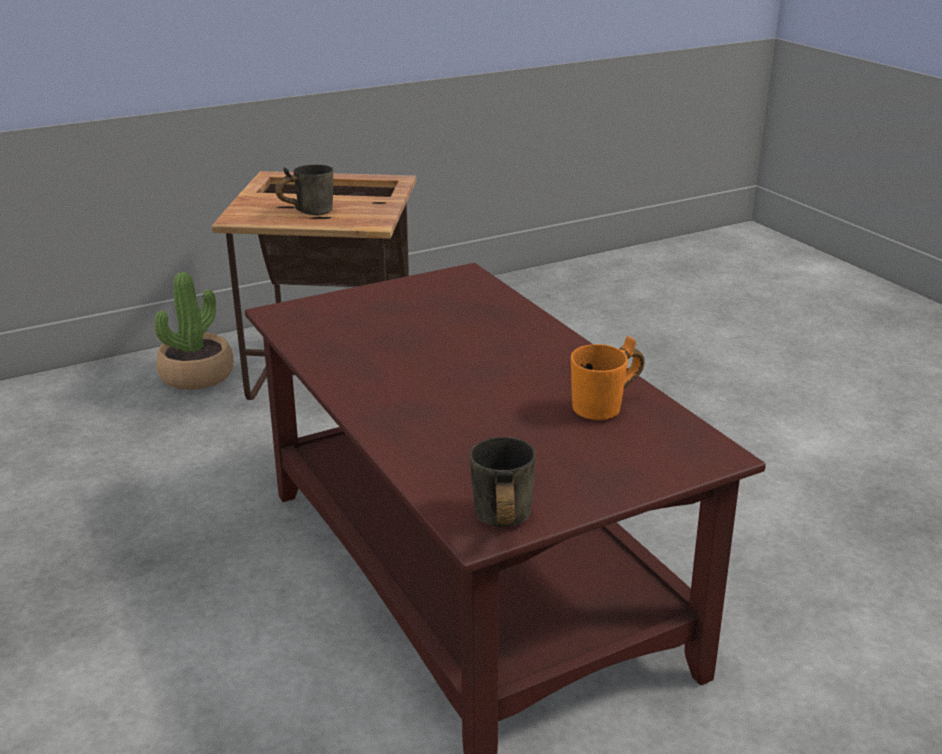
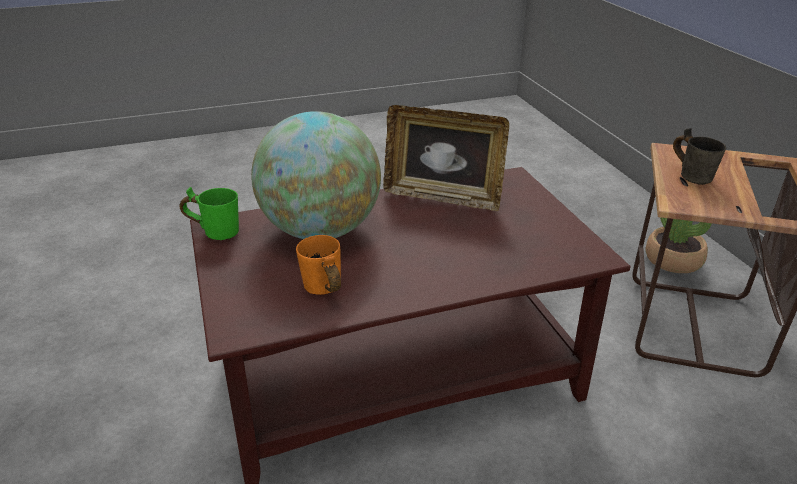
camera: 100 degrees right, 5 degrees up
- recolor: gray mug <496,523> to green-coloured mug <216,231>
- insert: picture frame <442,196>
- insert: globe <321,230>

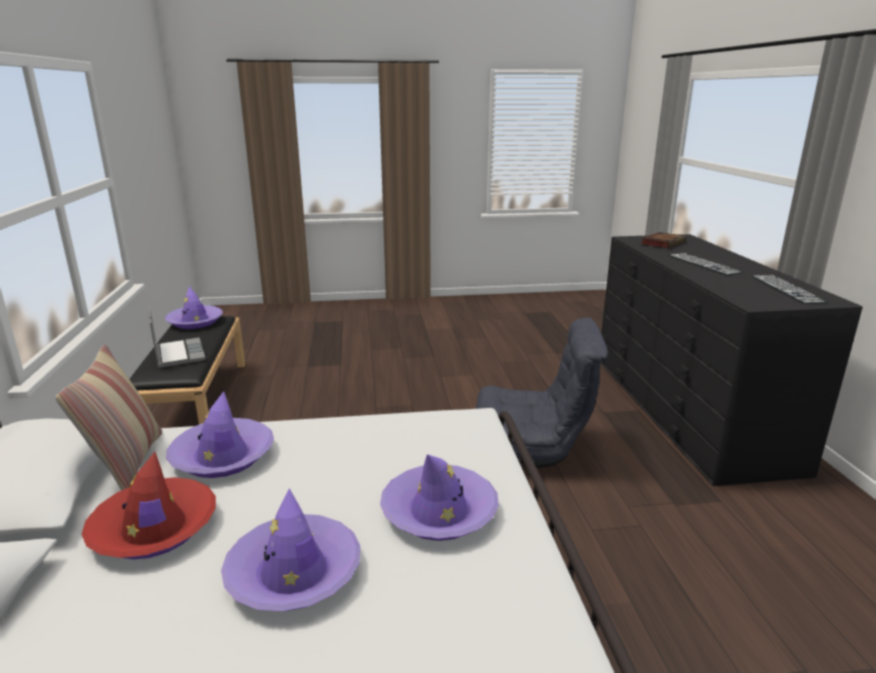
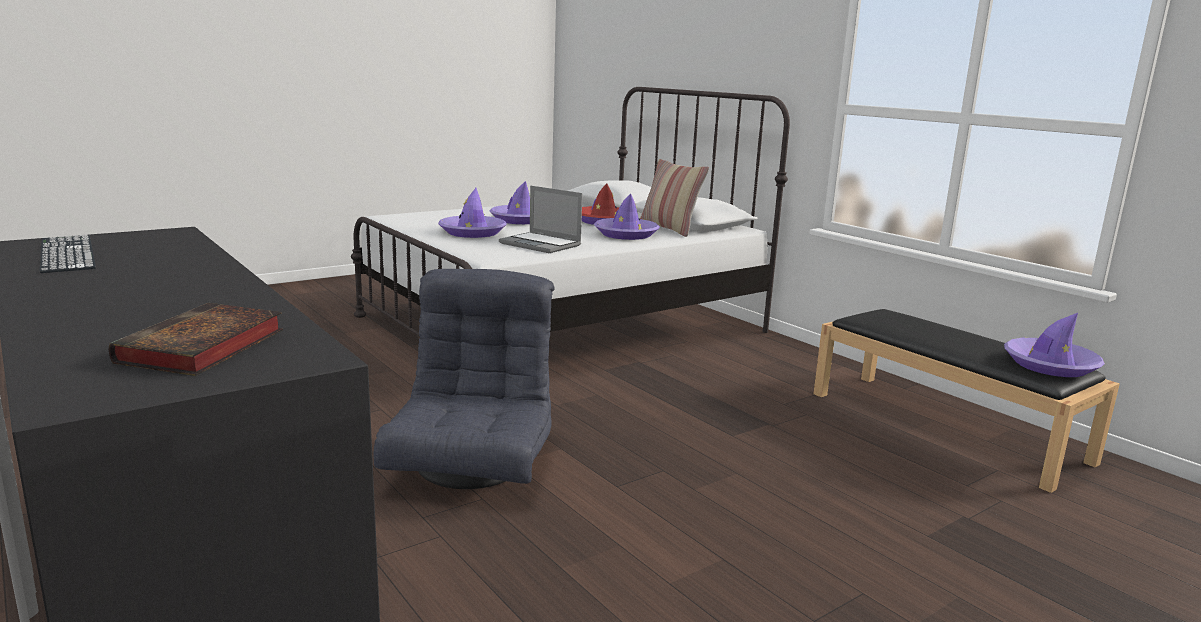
camera: 150 degrees right, 5 degrees down
- delete: computer keyboard <704,264>
- move: laptop <178,354> to <541,244>
- rotate: gray easy chair <531,449> = <473,465> 120 degrees clockwise

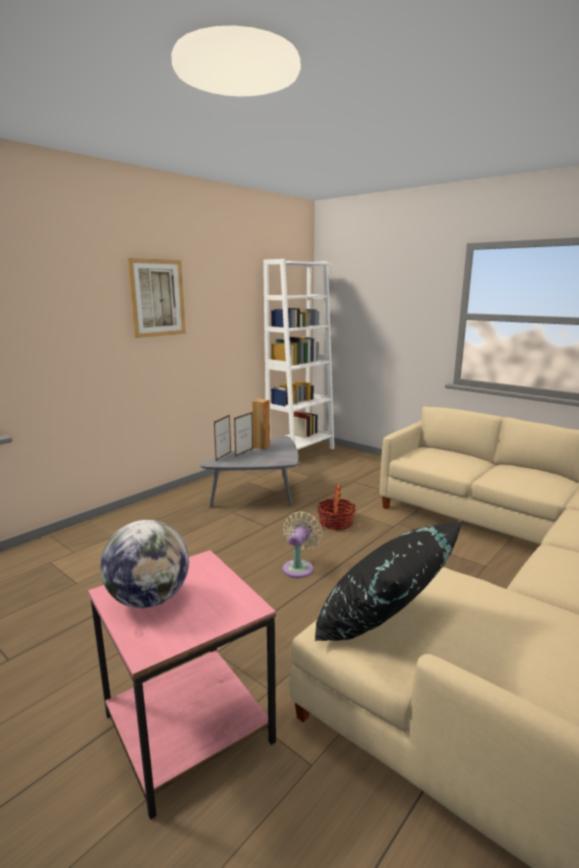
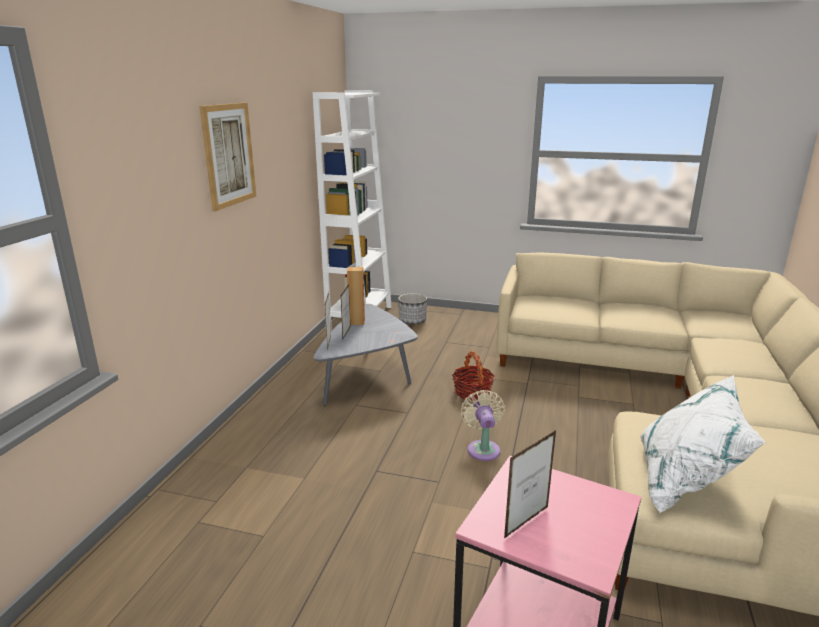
camera: 25 degrees left, 5 degrees up
- replace: globe <149,599> to picture frame <526,522>
- recolor: blackish pillow <384,625> to white pillow <684,481>
- insert: plant pot <412,321>

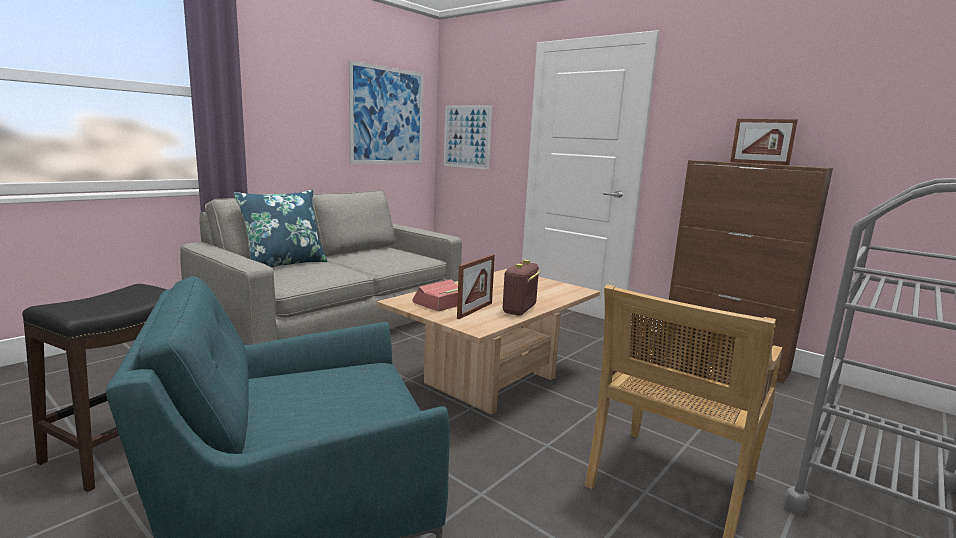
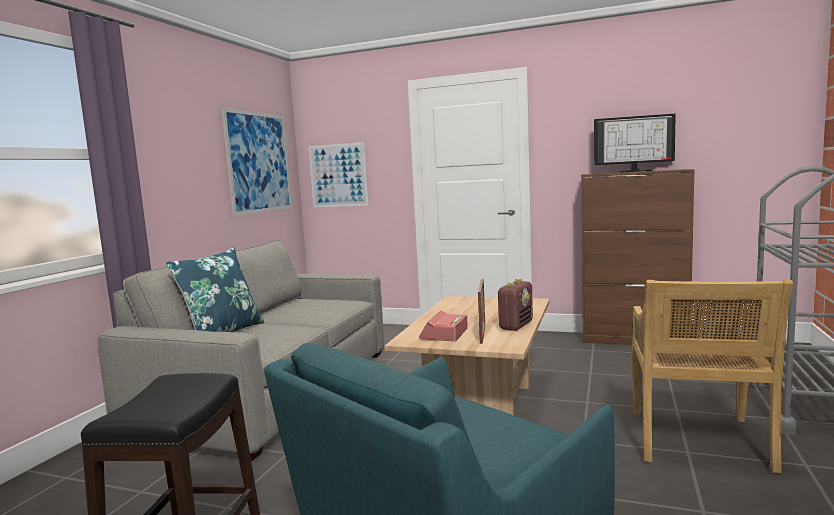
camera: 20 degrees left, 5 degrees down
- replace: picture frame <759,163> to computer display <635,171>
- rotate: radio set <519,310> = <516,325> 150 degrees counterclockwise

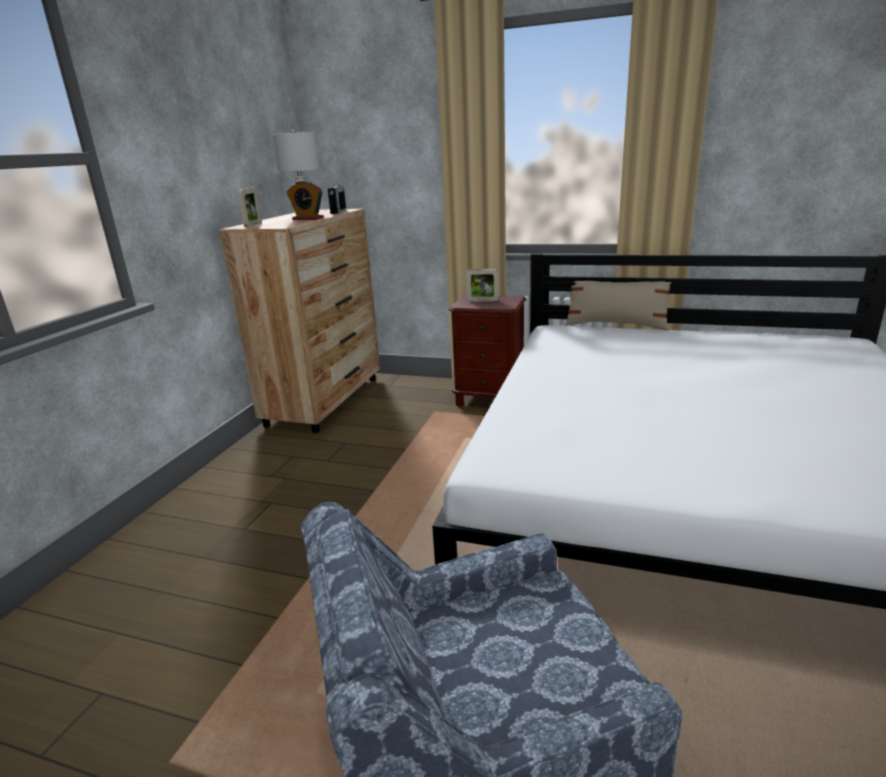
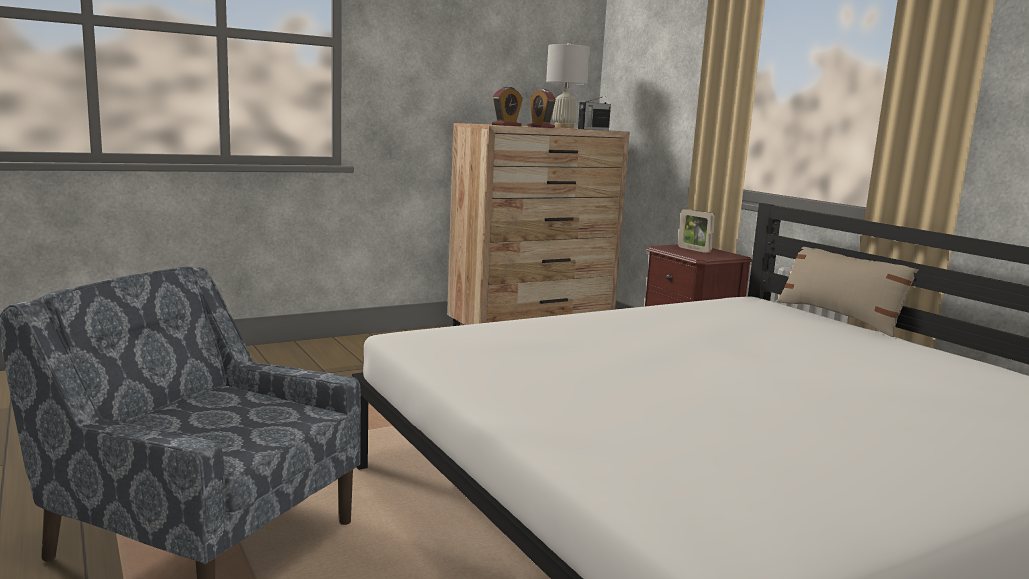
camera: 40 degrees right, 10 degrees down
- delete: picture frame <253,225>
- insert: alarm clock <506,125>

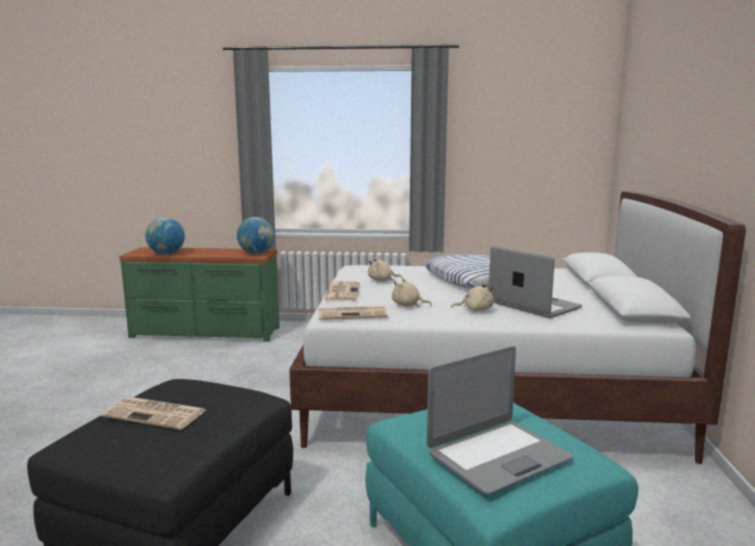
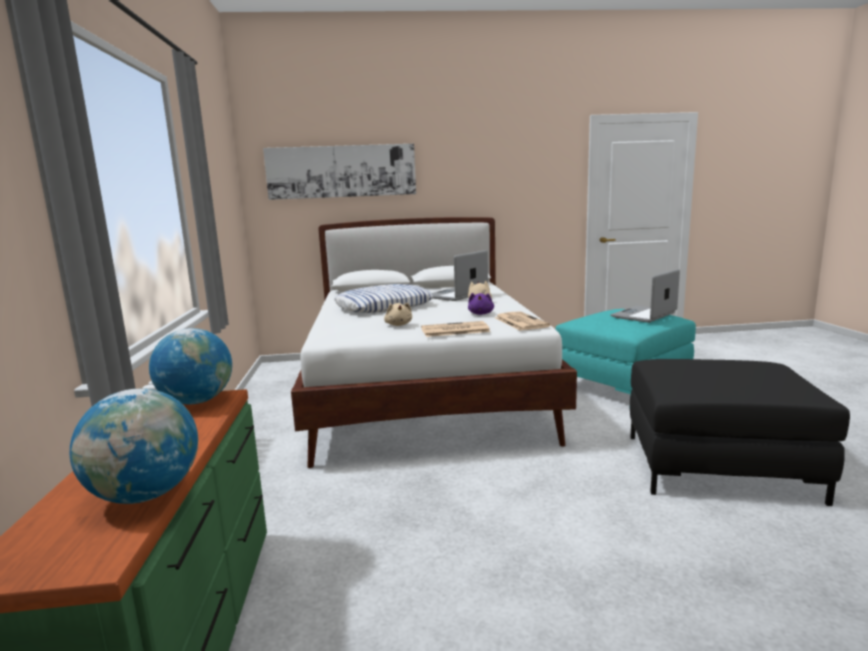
camera: 100 degrees left, 0 degrees up
- recolor: beige cuddly toy <408,305> to purple-coloured cuddly toy <481,314>
- rotate: laptop <498,456> = <644,315> 90 degrees counterclockwise
- delete: daily paper <157,414>
- insert: picture <341,171>

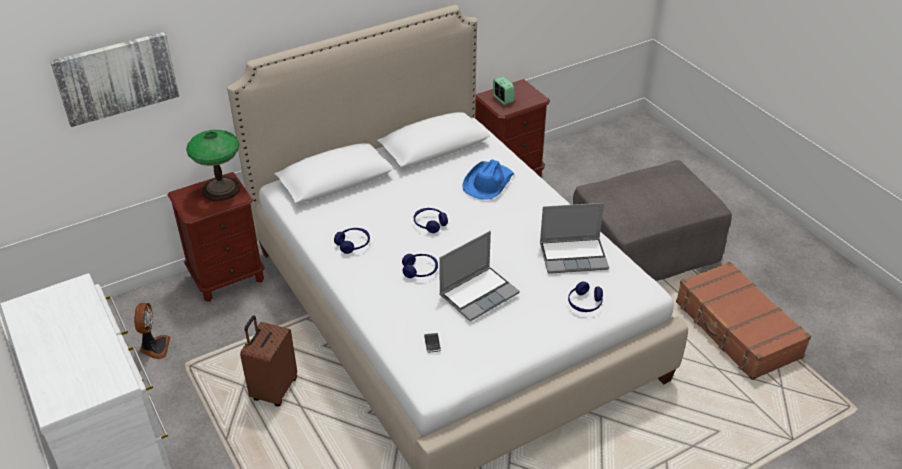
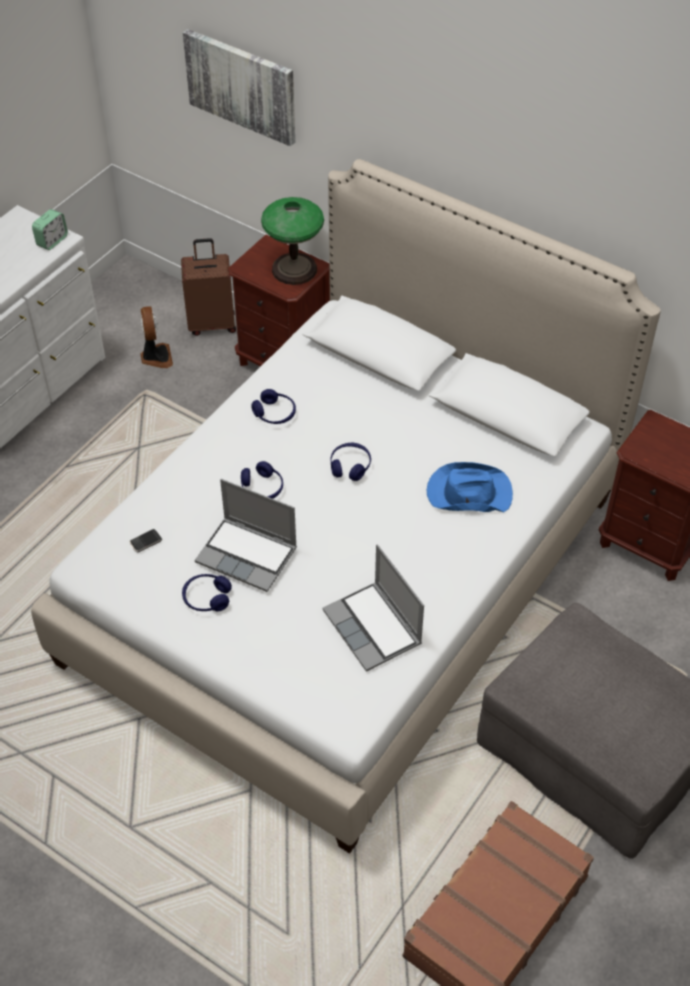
camera: 65 degrees right, 10 degrees up
- move: alarm clock <503,99> to <52,241>
- move: bluish headset <585,303> to <207,598>
- rotate: fan <154,347> = <156,357> 75 degrees counterclockwise
- move: brownish piece of luggage <273,389> to <212,323>

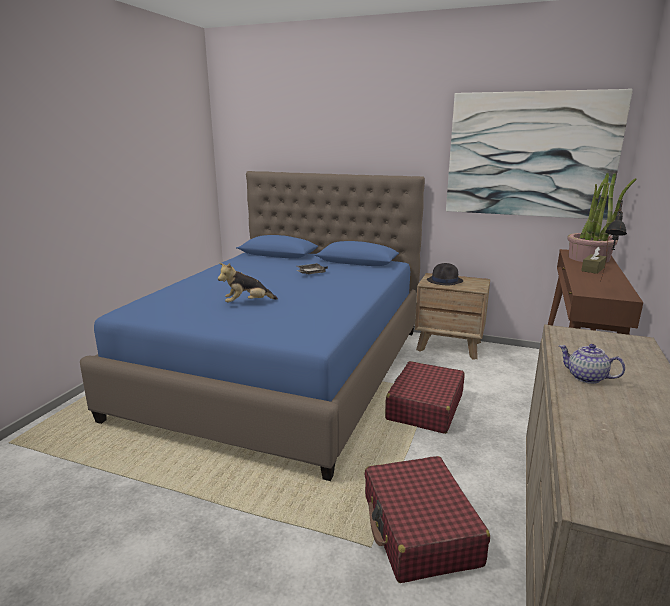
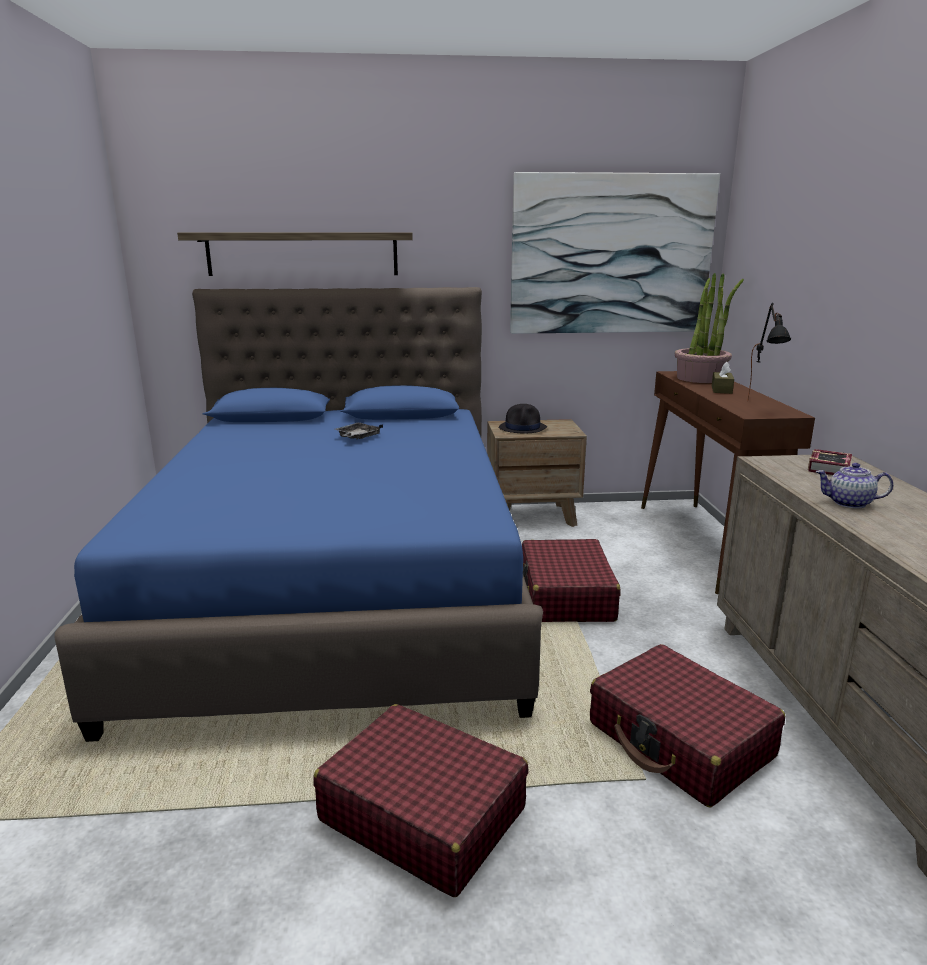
camera: 25 degrees left, 0 degrees up
- delete: cuddly toy <247,303>
- insert: bracket shelf <302,254>
- insert: bound book <831,468>
- insert: reddish piece of luggage <422,813>

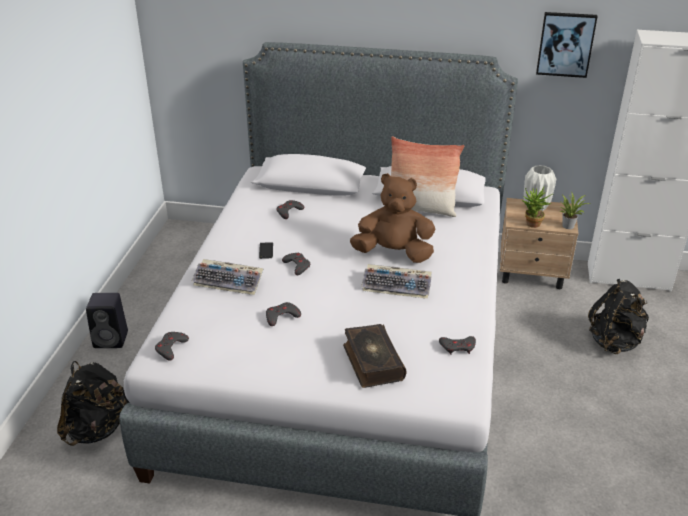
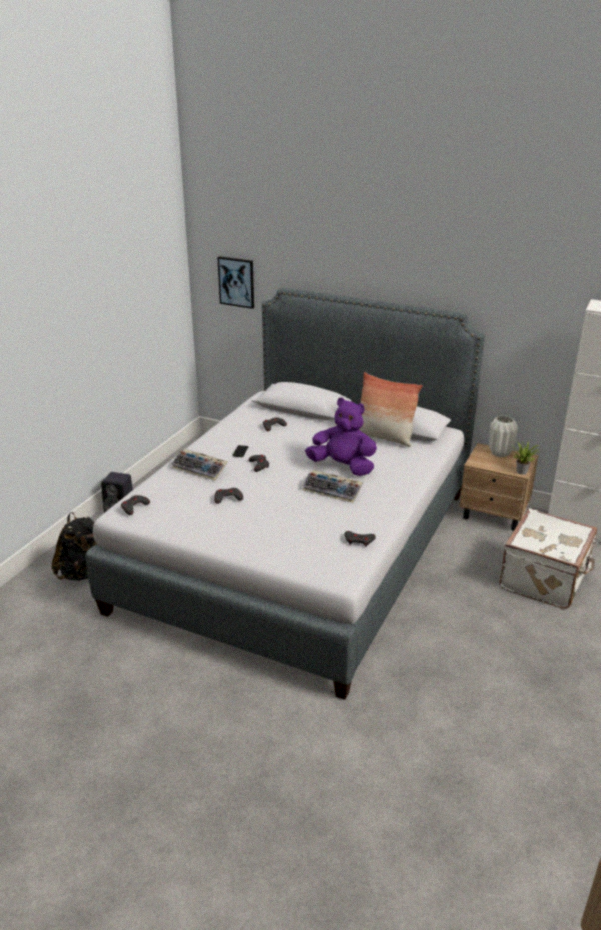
camera: 15 degrees right, 5 degrees down
- move: picture <565,44> to <236,282>
- recolor: brownish cuddly toy <394,253> to purple-coloured cuddly toy <343,467>
- delete: potted plant <531,225>
- replace: blackish backpack <615,341> to white piece of luggage <545,579>
- delete: bound book <372,362>

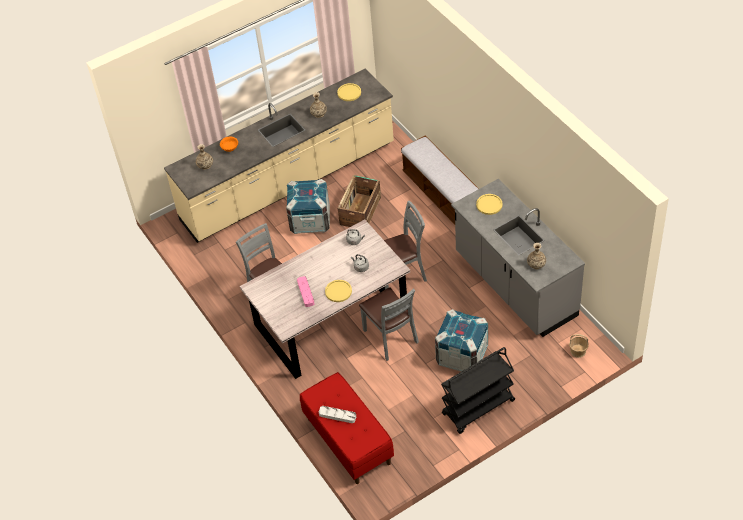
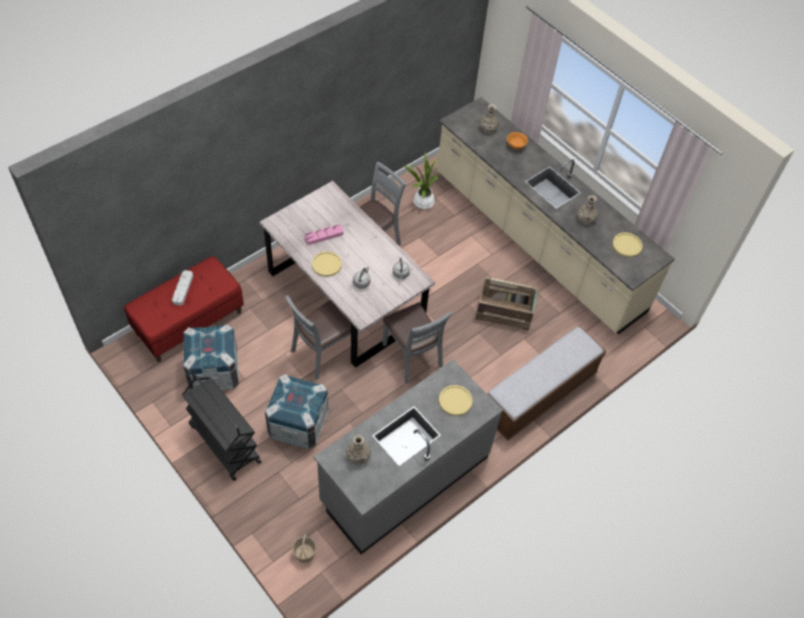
camera: 75 degrees right, 5 degrees up
- move: crate <310,220> to <214,372>
- insert: potted plant <422,202>

